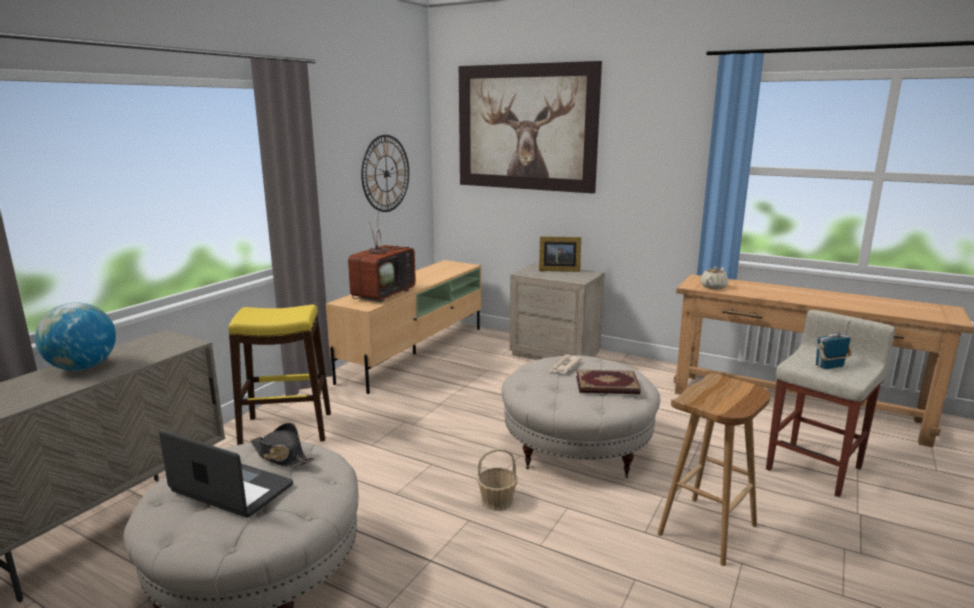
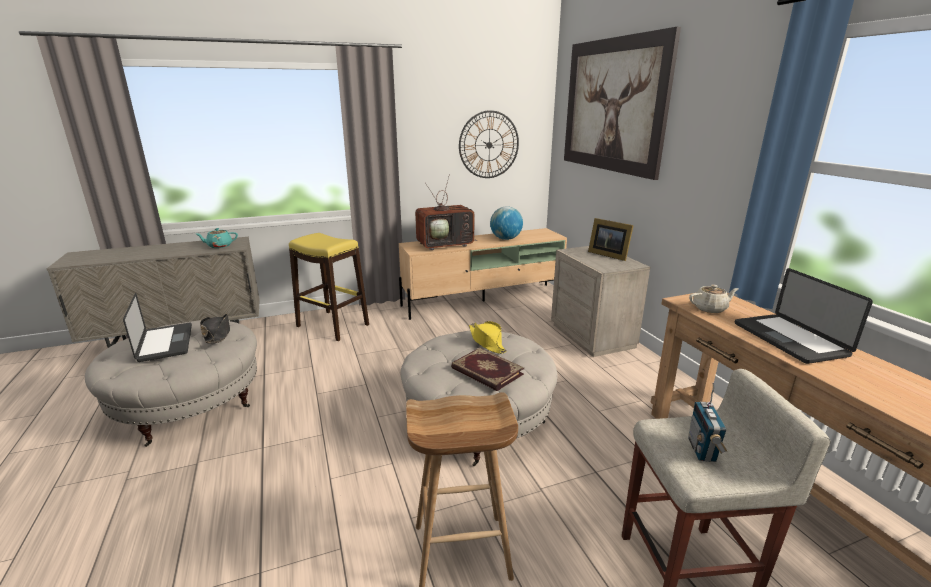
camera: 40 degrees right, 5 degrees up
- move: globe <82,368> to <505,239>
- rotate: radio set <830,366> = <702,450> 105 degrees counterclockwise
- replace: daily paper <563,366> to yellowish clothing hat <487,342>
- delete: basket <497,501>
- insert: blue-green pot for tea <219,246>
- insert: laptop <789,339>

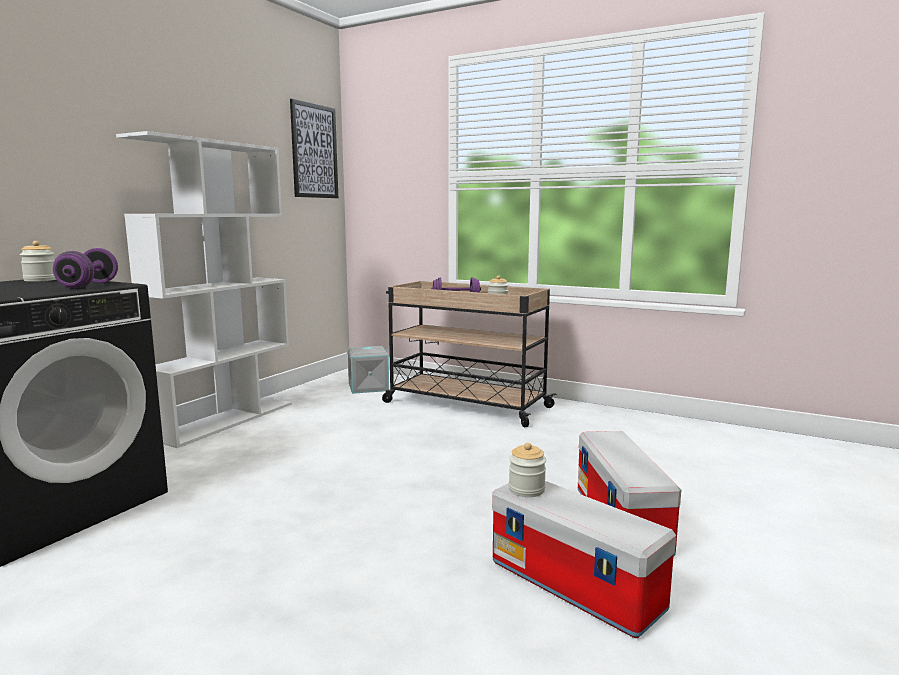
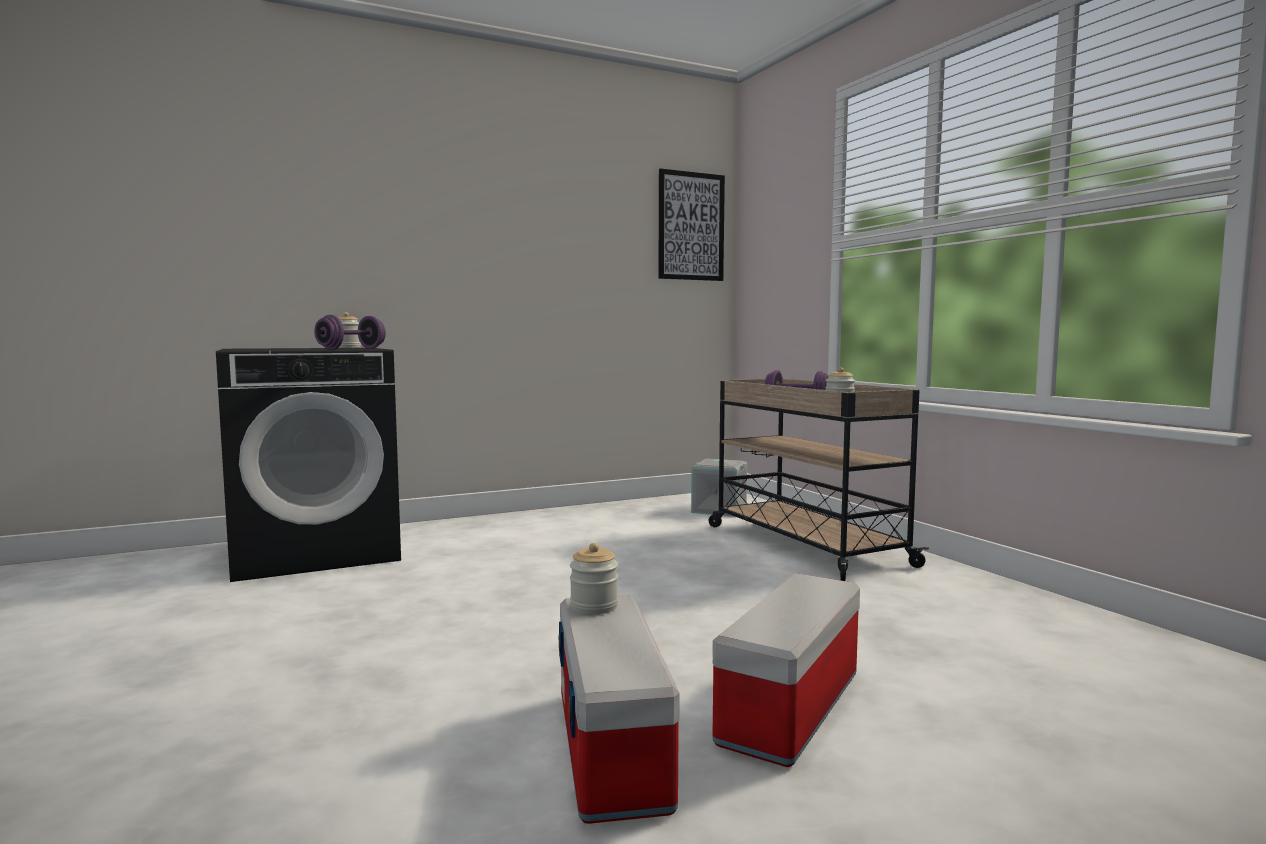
camera: 35 degrees right, 5 degrees down
- delete: white shelving unit <226,420>

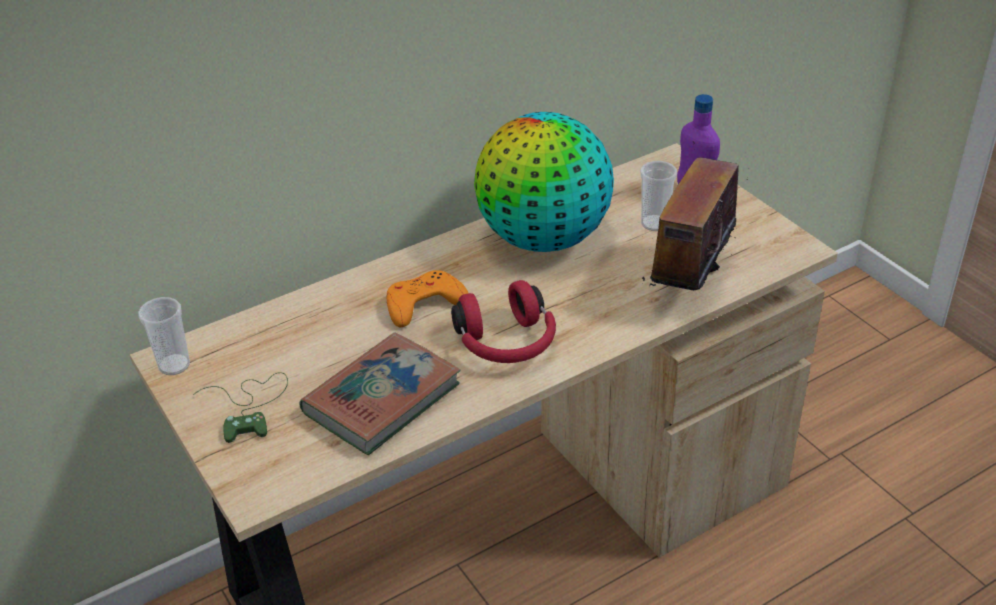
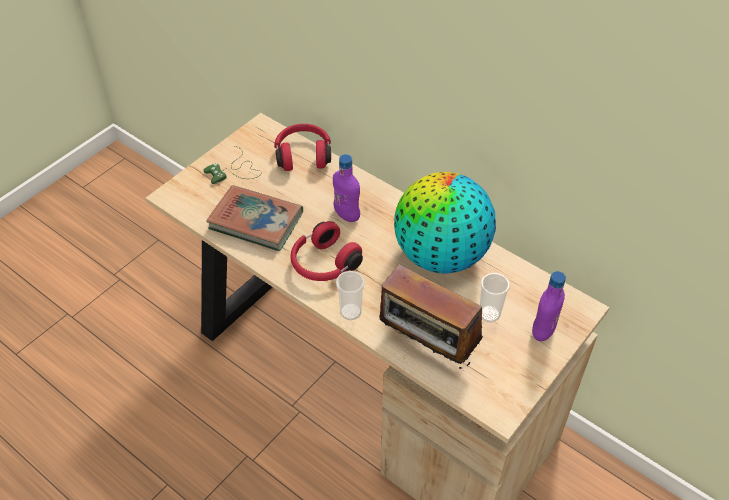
camera: 70 degrees right, 10 degrees up
- rotate: radio set <688,282> = <427,347> 150 degrees counterclockwise
- replace: orangey joypad <424,304> to purple-coloured bottle <347,215>
- move: cup <174,365> to <350,312>
- insert: reddish headset <303,155>

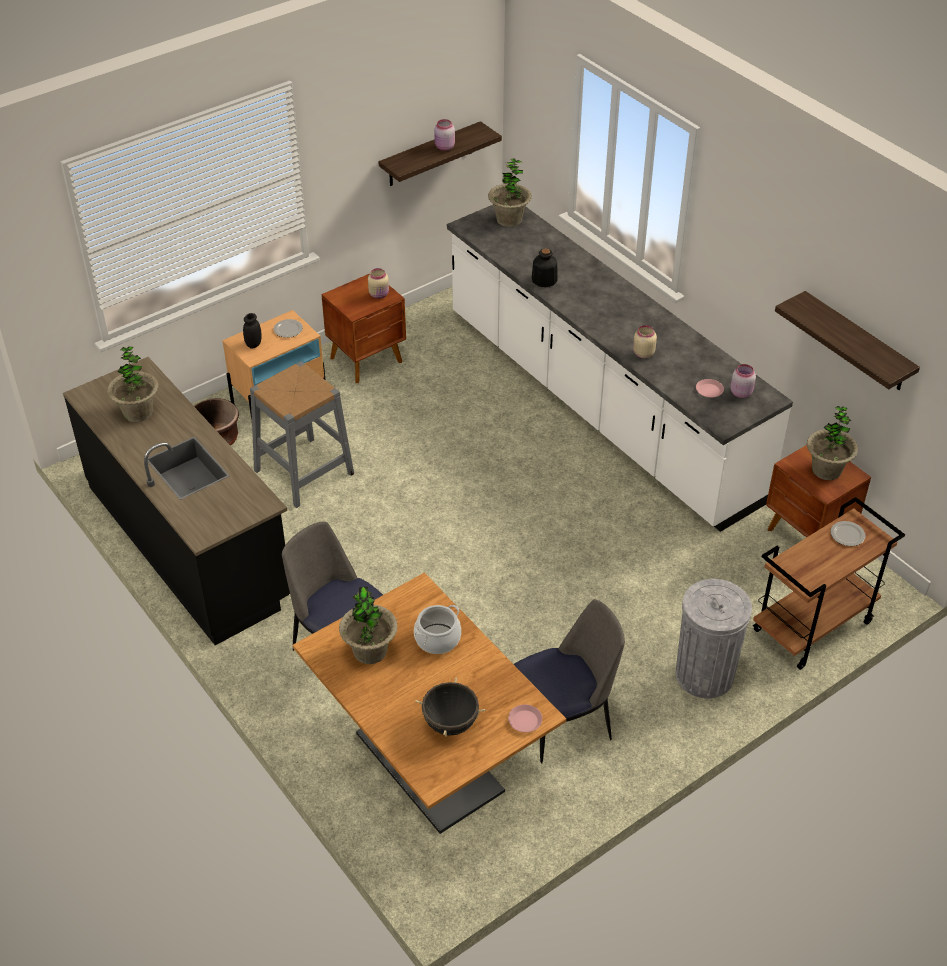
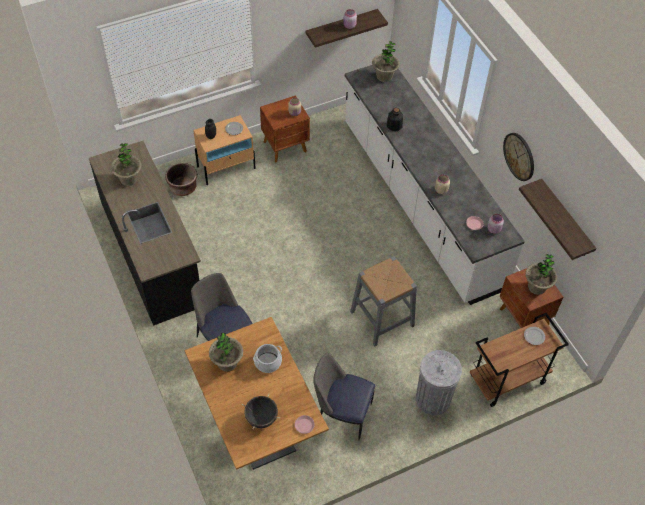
camera: 10 degrees right, 10 degrees up
- move: gray stool seat <304,472> to <382,318>
- rotate: chair <564,723> = <341,414> 150 degrees counterclockwise
- insert: wall clock <519,156>

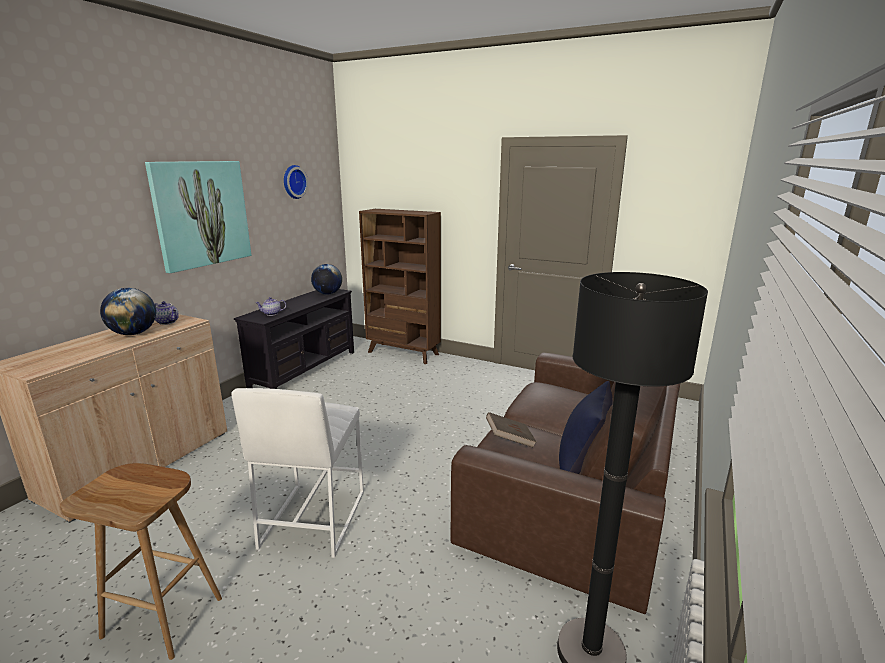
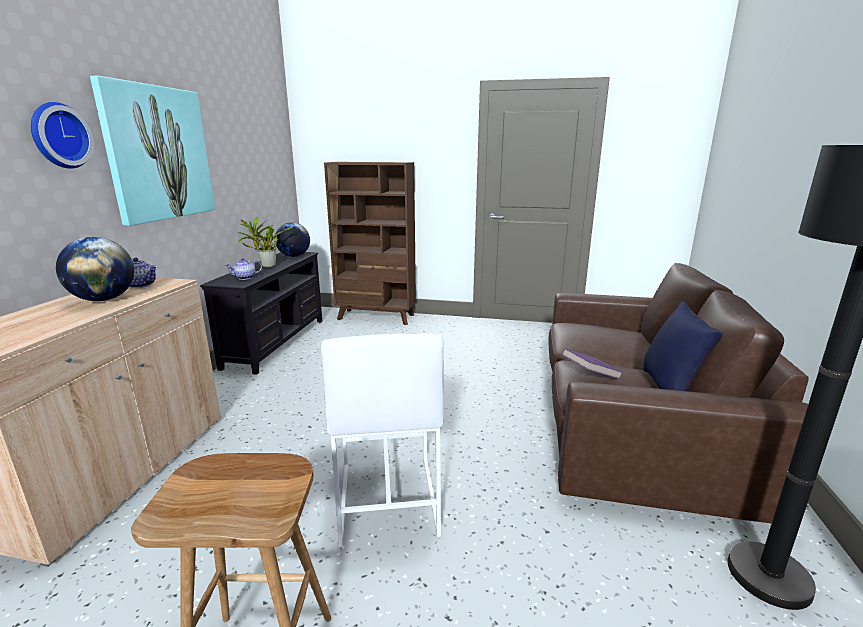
camera: 15 degrees left, 0 degrees up
- move: wall clock <293,182> to <58,136>
- recolor: brownish bound book <510,440> to purple-coloured bound book <590,375>
- insert: potted plant <266,266>

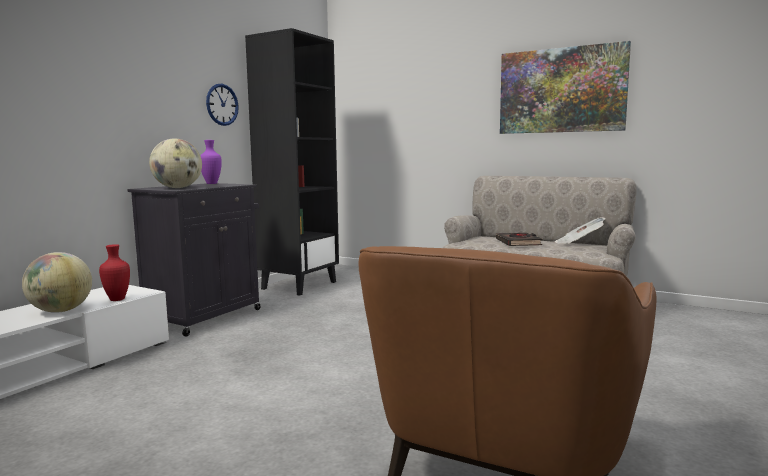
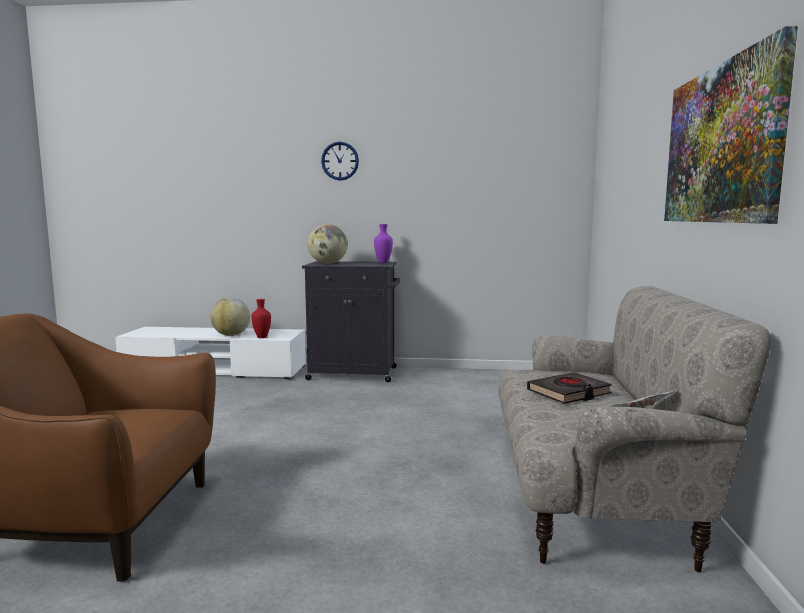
camera: 65 degrees right, 0 degrees up
- delete: blackish shelving unit <299,285>
- move: wall clock <222,104> to <340,161>

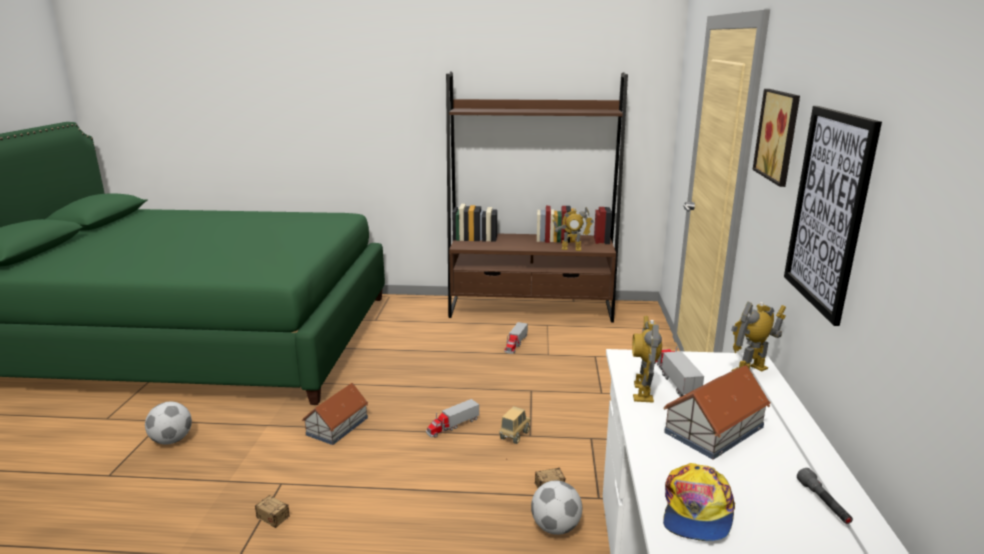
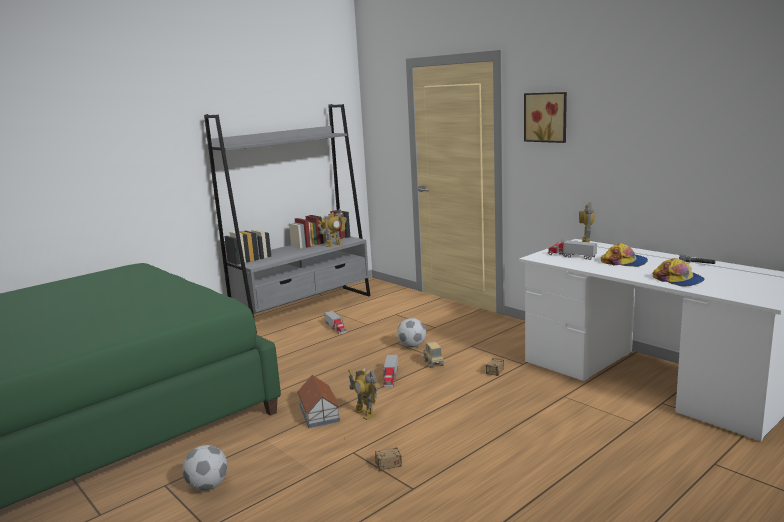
camera: 45 degrees left, 5 degrees down
- recolor: brownish shelving unit <531,309> to gray shelving unit <304,308>
- delete: picture <828,210>
- move: model robot <642,392> to <365,413>
- replace: model house <715,429> to baseball cap <624,262>
- move: ball for football <556,527> to <412,346>

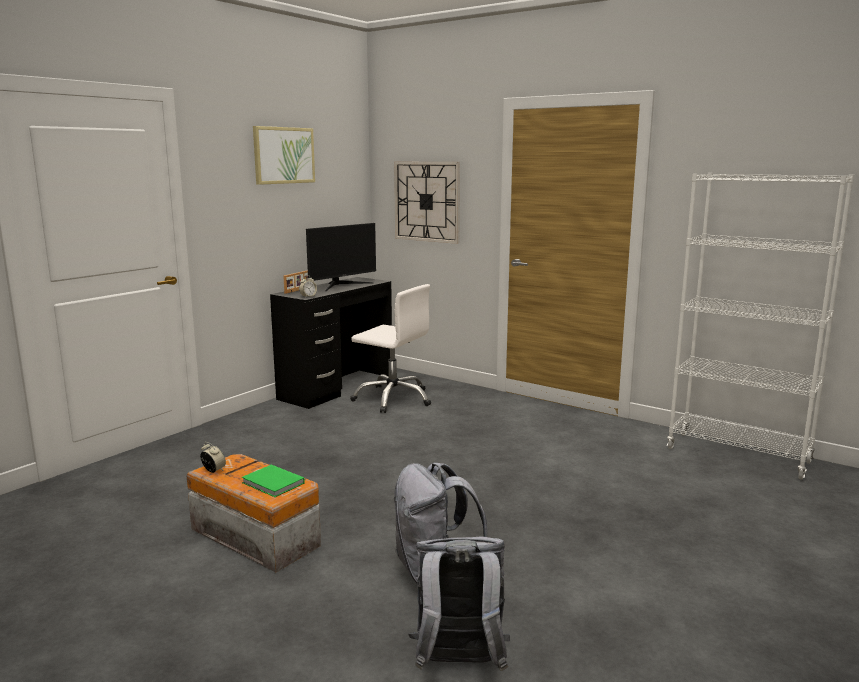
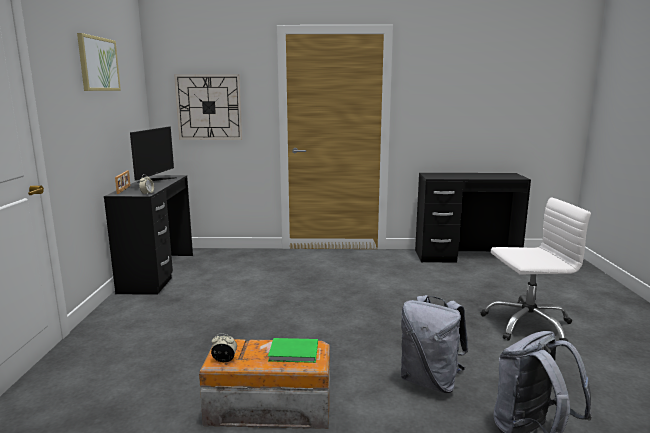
camera: 35 degrees left, 0 degrees up
- replace: white shelving unit <738,455> to blackish desk table <466,256>
- move: white desk chair <393,399> to <527,324>

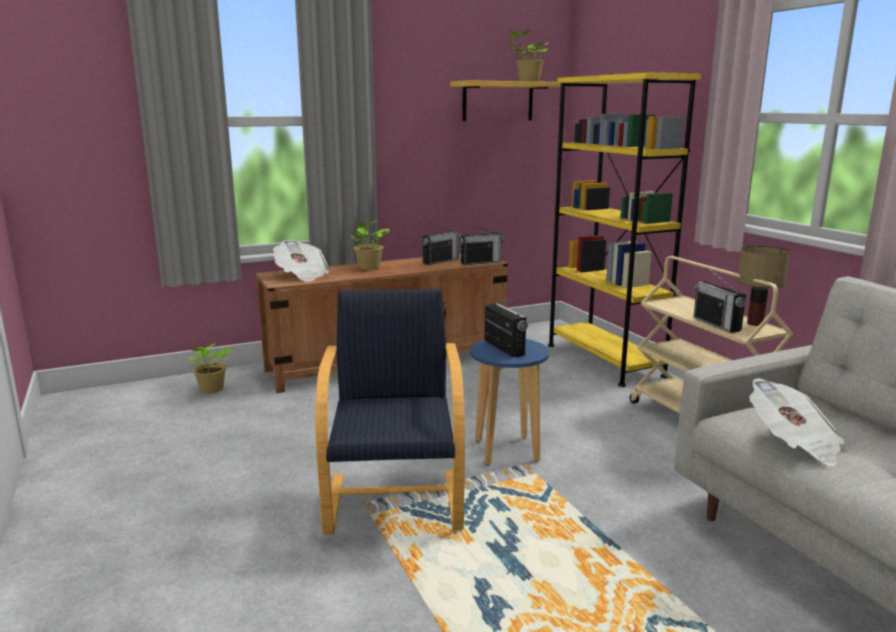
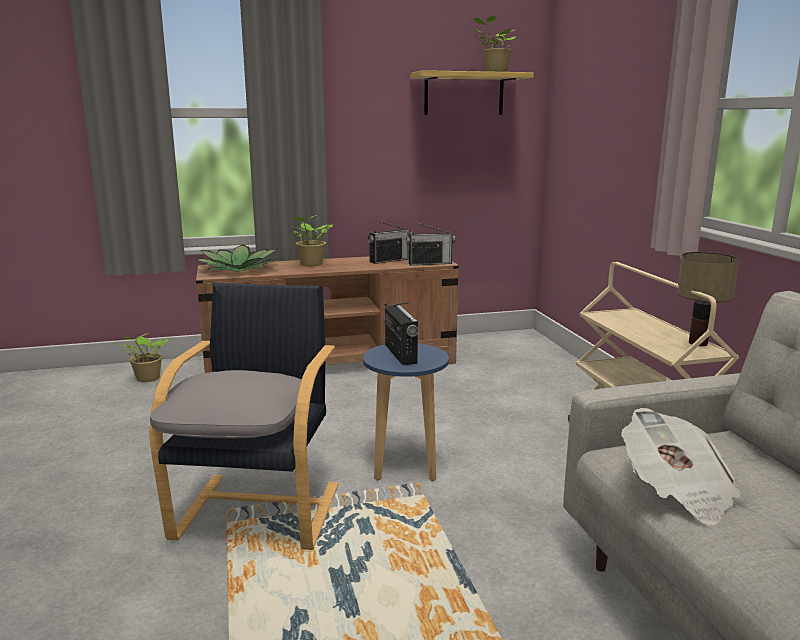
camera: 10 degrees right, 0 degrees up
- delete: yellowish shelving unit <604,360>
- replace: daily paper <302,275> to potted plant <239,269>
- delete: radio set <716,324>
- insert: gray pillow <234,421>

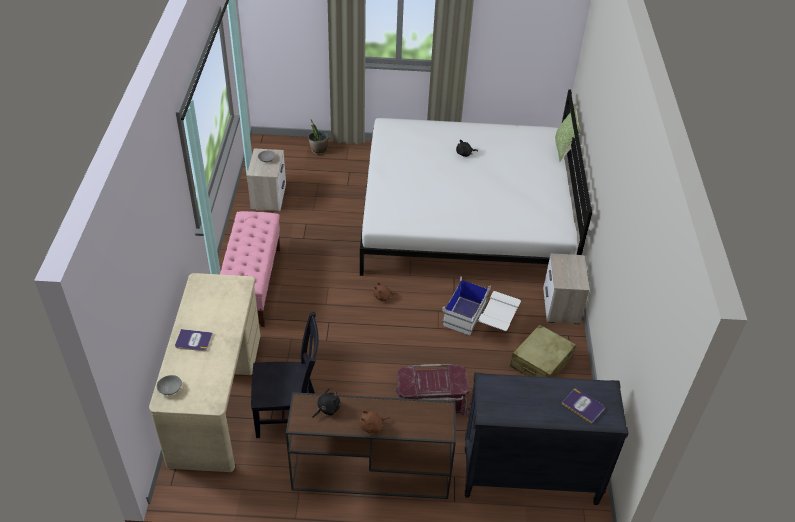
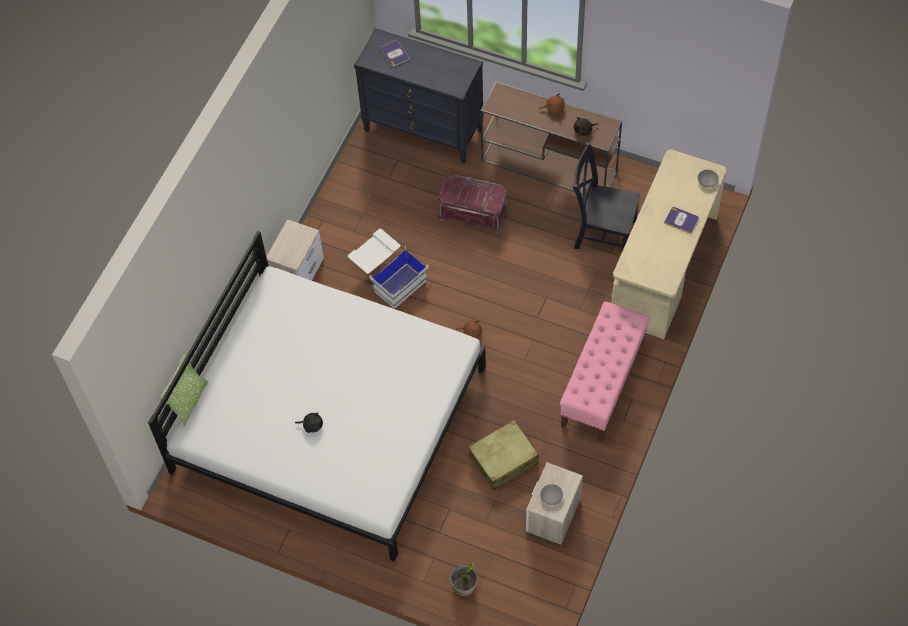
camera: 155 degrees left, 15 degrees up
- move: beige piece of luggage <541,362> to <504,460>

